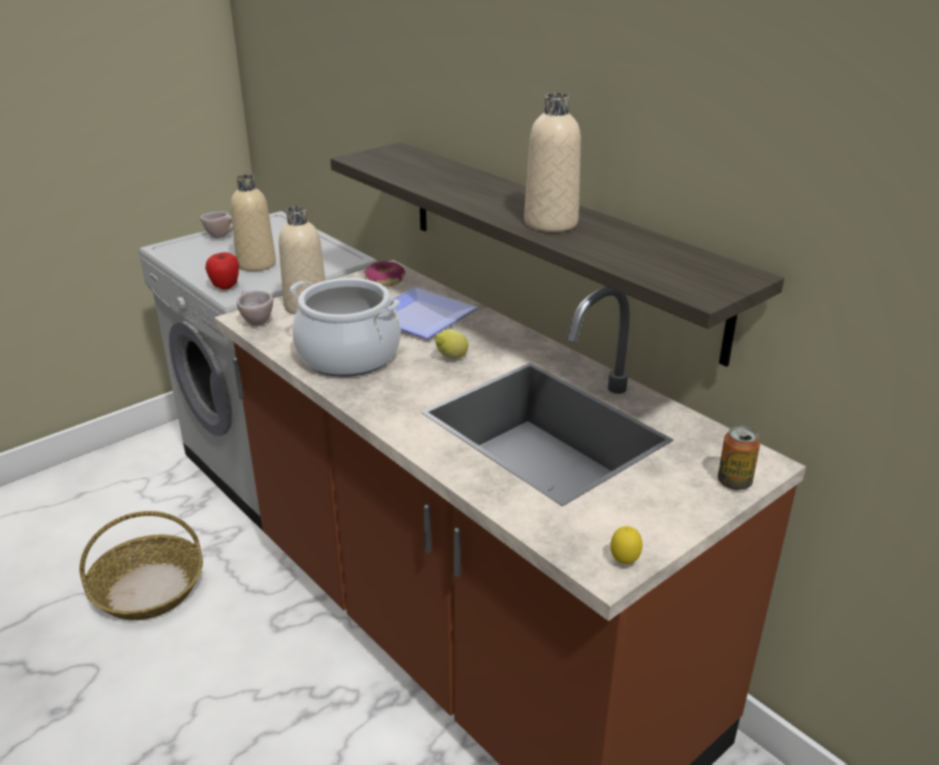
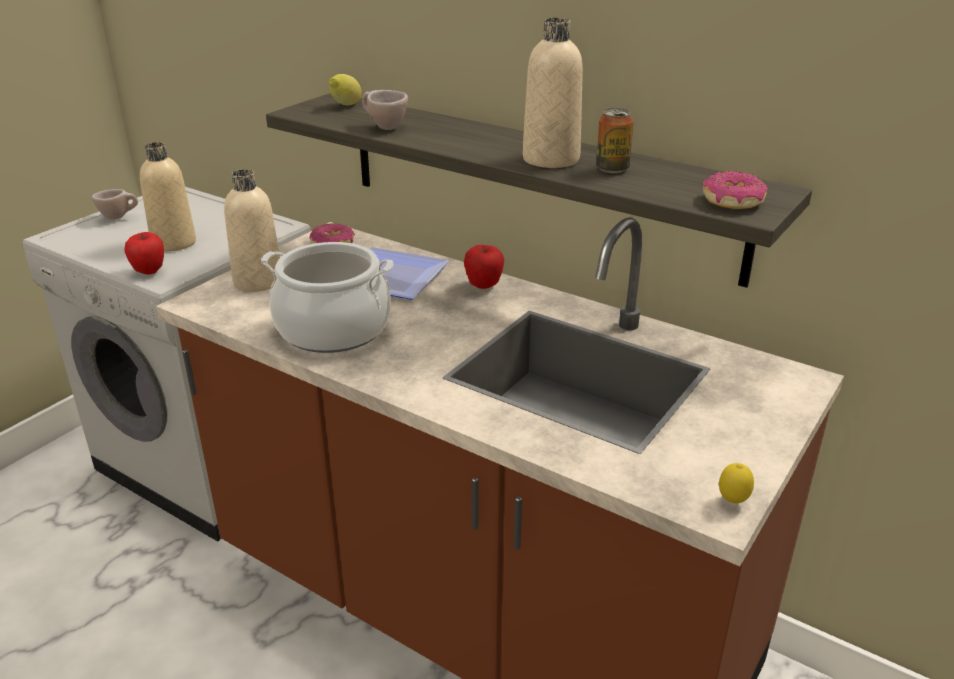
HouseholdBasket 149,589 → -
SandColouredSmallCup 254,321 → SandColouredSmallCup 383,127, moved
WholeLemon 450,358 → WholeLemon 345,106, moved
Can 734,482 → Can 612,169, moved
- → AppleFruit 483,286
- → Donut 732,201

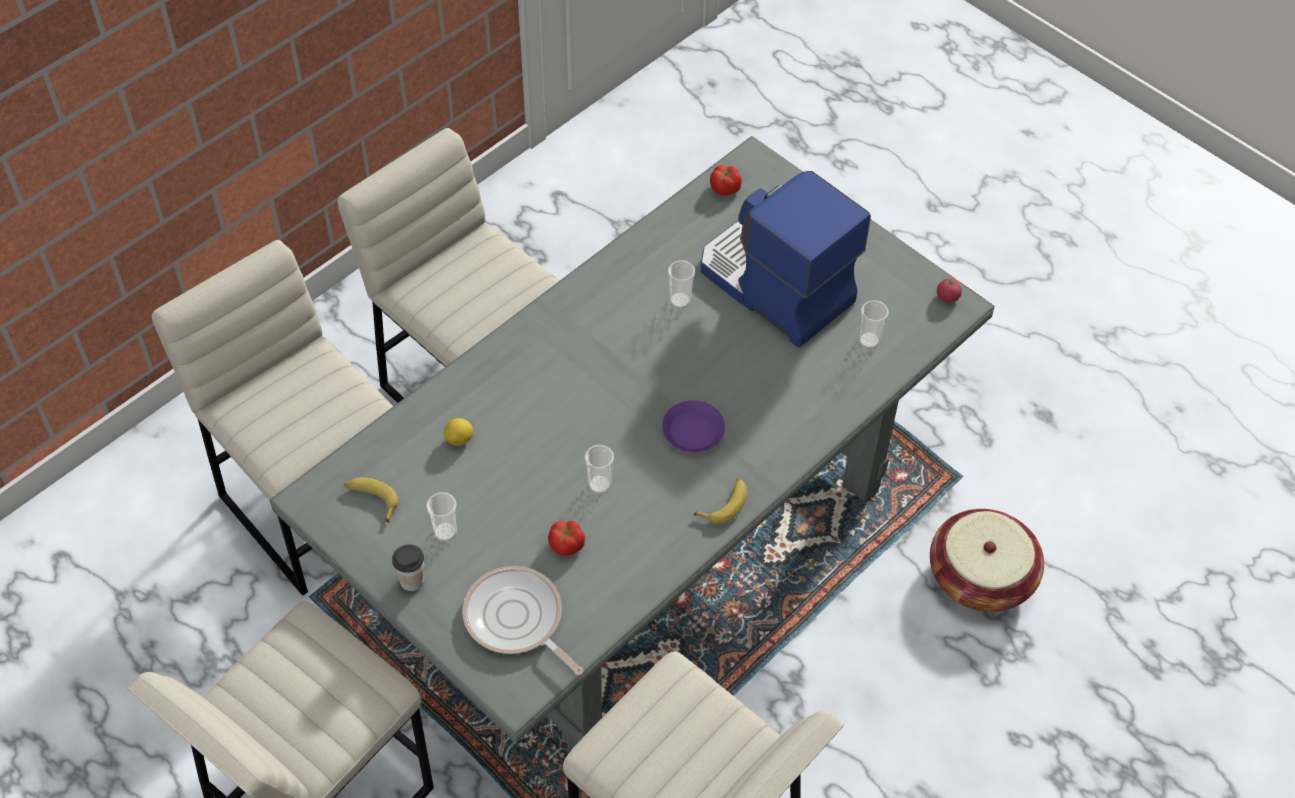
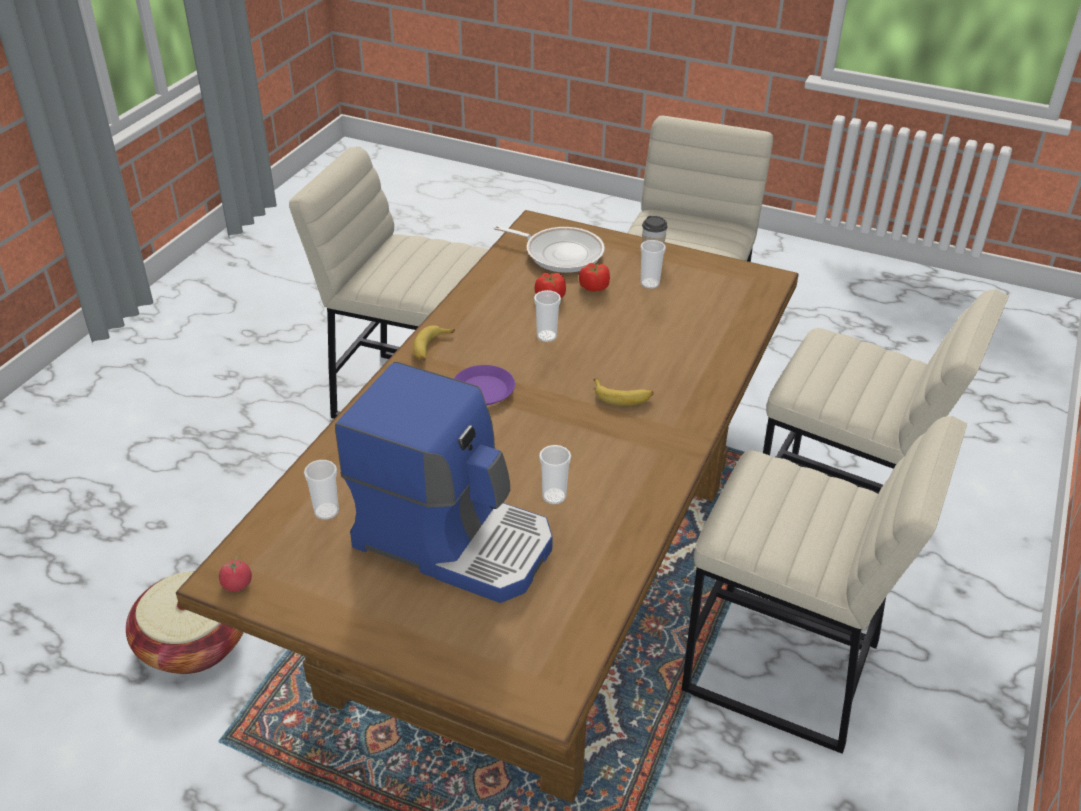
GrayDinnerTable 644,538 → BrownDinnerTable 536,582
Banana 372,499 → Banana 622,396, moved
WholeLemon 459,439 → -
FreshTomato 725,188 → FreshTomato 593,287, moved

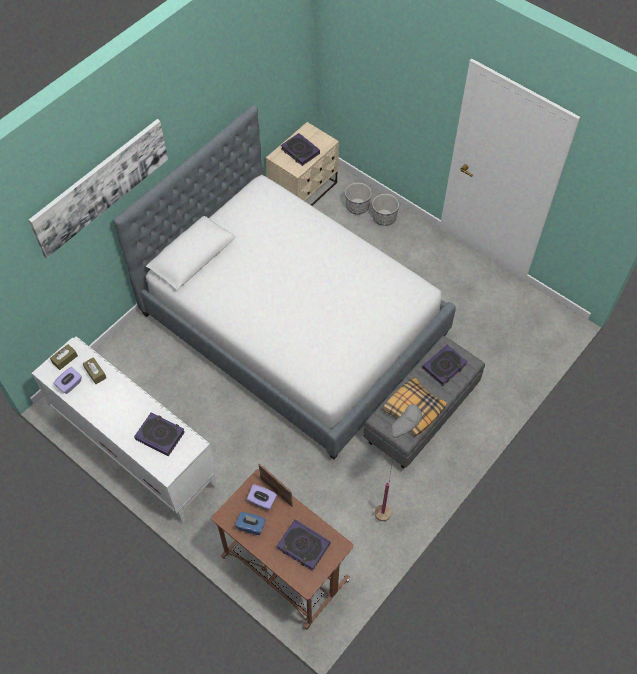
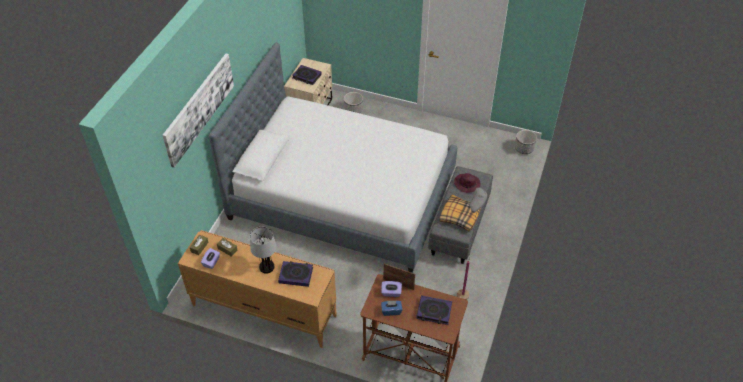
WhitishChestOfDrawers 134,451 → BrownChestOfDrawers 263,311
Planter 384,218 → Planter 523,149, moved
BoundBook 444,367 → PurplishHat 467,184
- → LampForATable 266,267

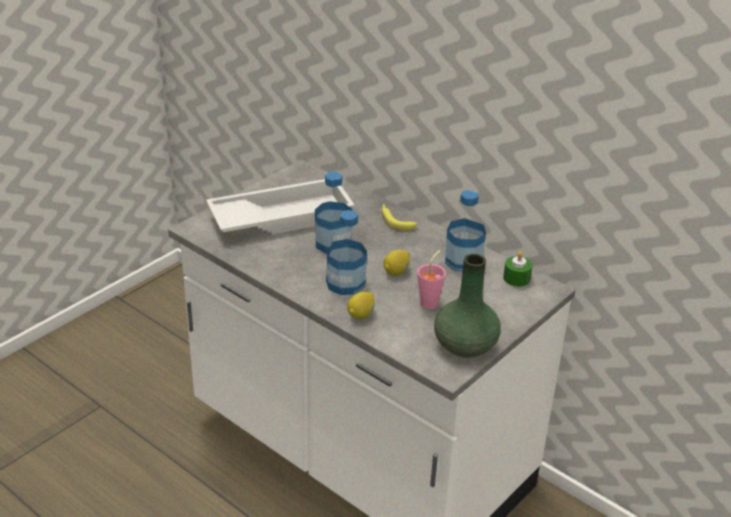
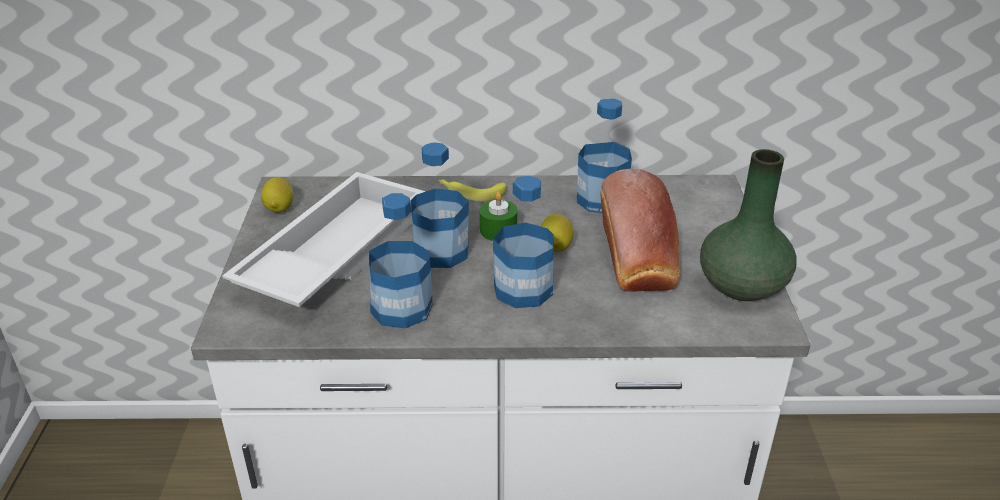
WholeLemon 361,315 → WholeLemon 280,207, moved
PinkishSmallCup 431,301 → BakedBread 638,258
GreenCandle 516,278 → GreenCandle 498,230, moved
- → Bottle 401,308

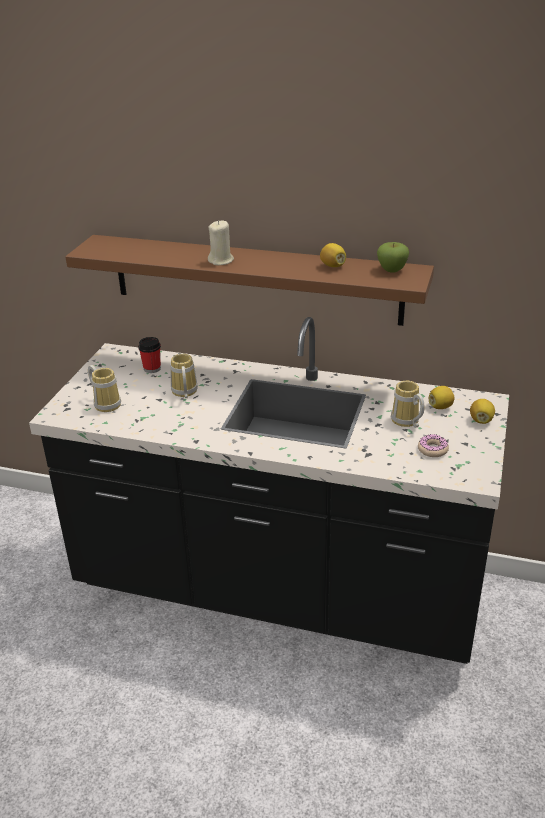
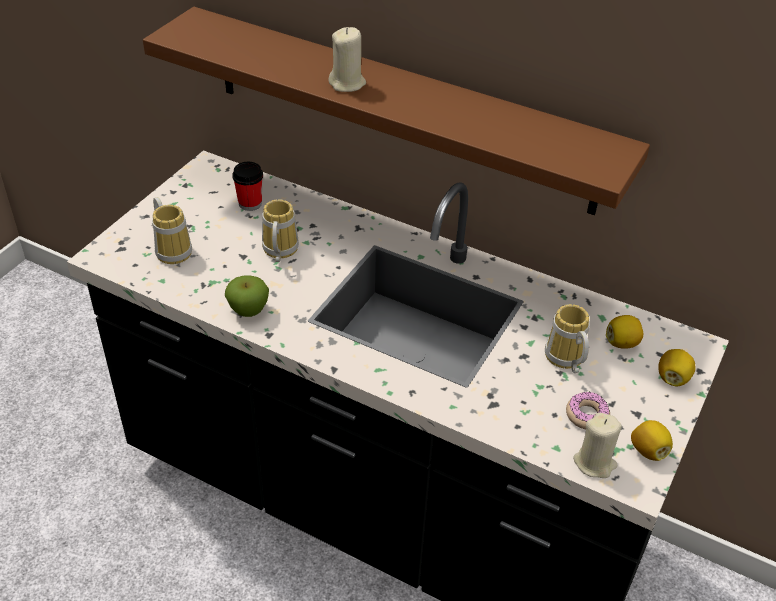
WholeLemon 333,266 → WholeLemon 648,450, moved
AppleFruit 392,270 → AppleFruit 248,310, moved
- → SandColouredCandle 594,463

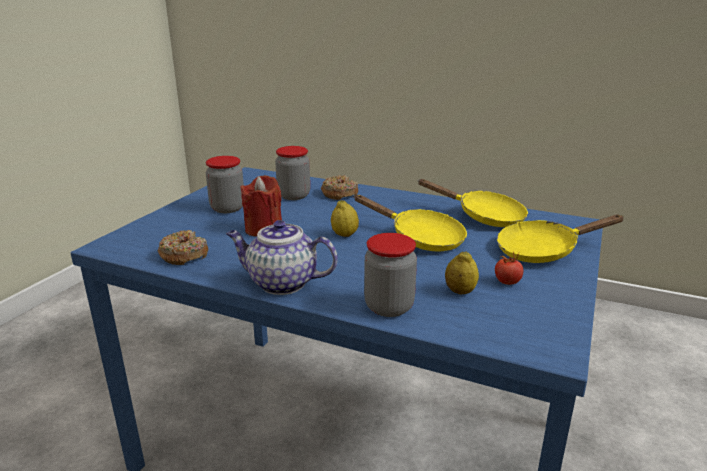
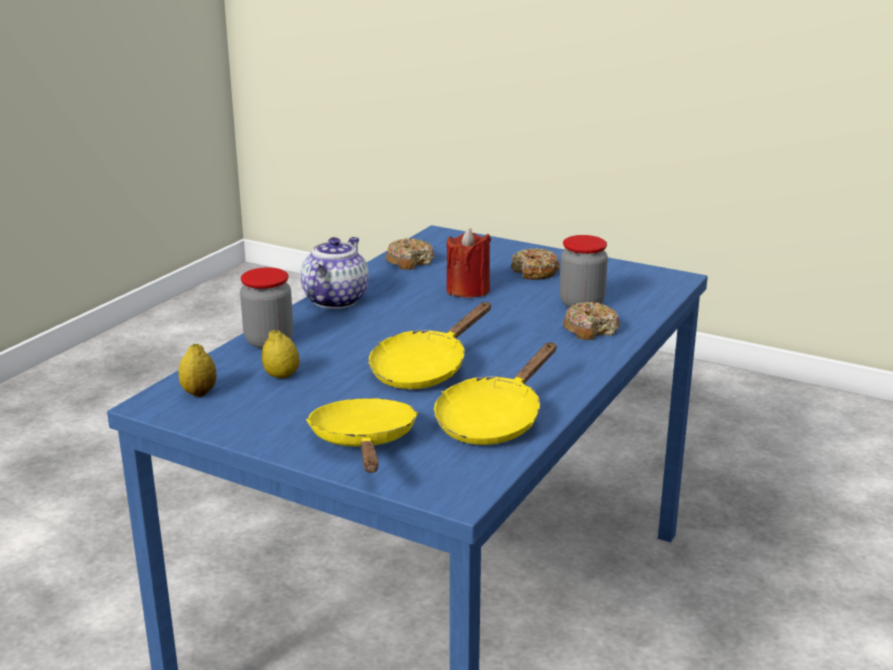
StorageJar 227,208 → Donut 535,272
WholeLemon 344,235 → WholeLemon 199,393, moved
FreshTomato 507,282 → -

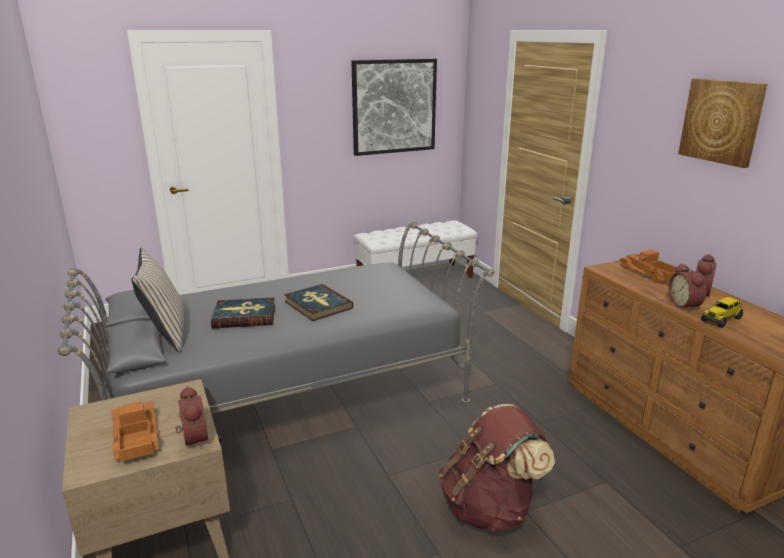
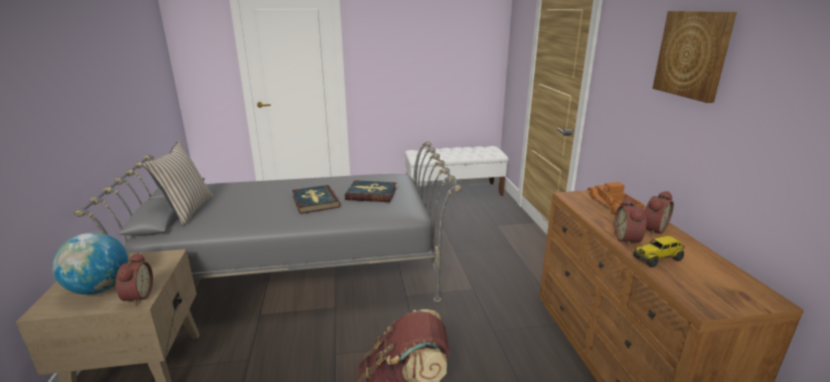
ModelTruck 135,438 → DeskGlobe 99,288
BoundBook 244,316 → BoundBook 371,194, moved
Picture 394,106 → -

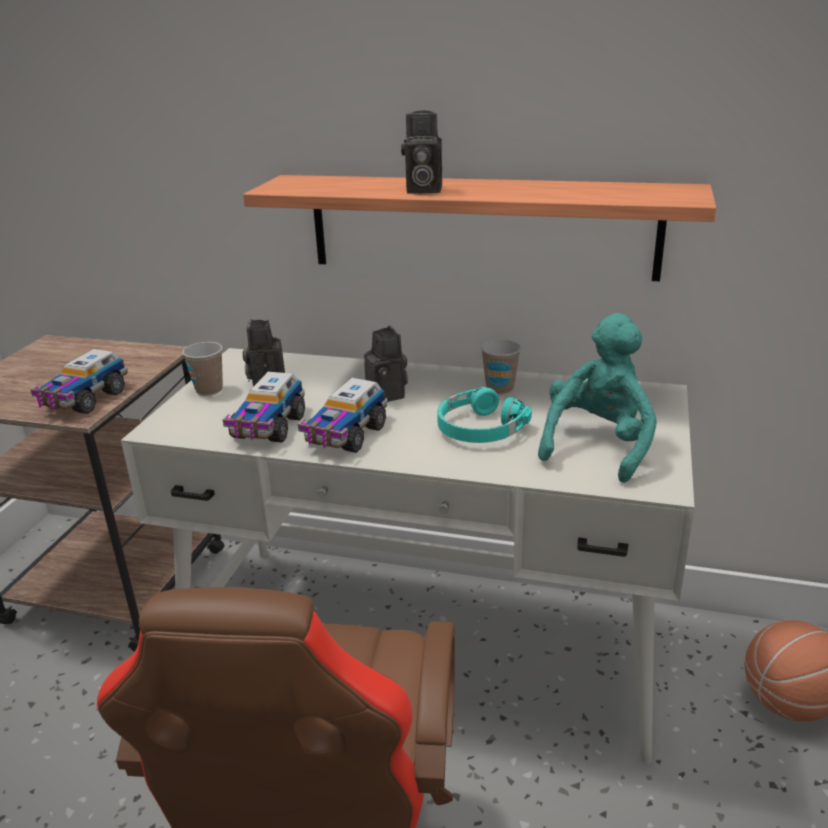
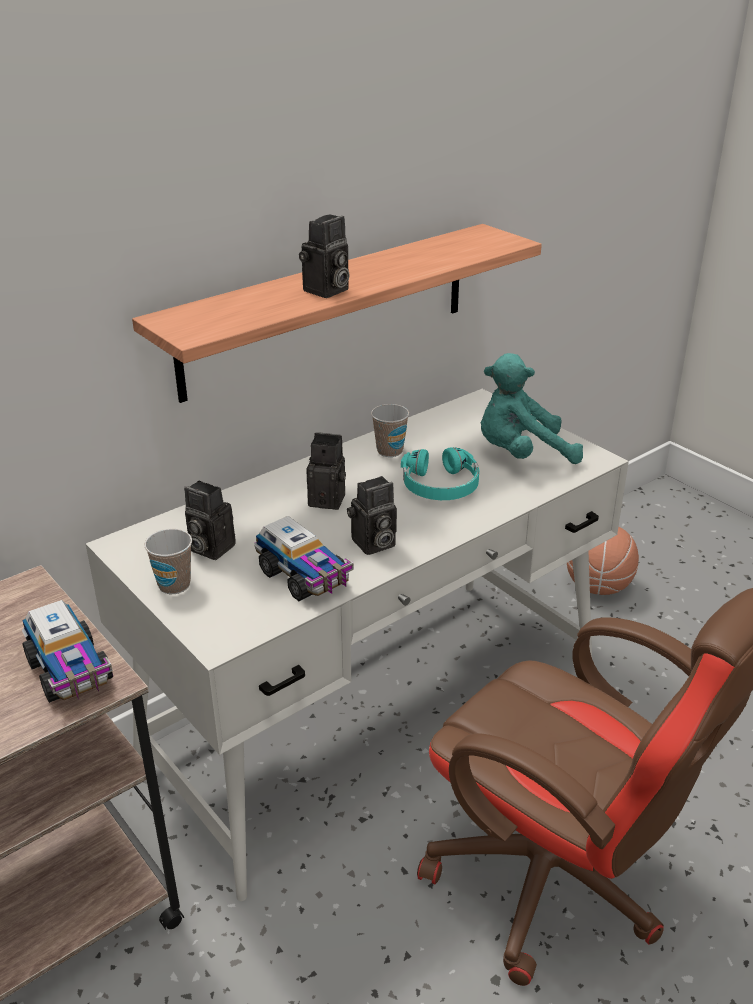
ModelTruck 345,435 → StillCamera 373,544
TurquoiseColouredSoftToy 598,445 → TurquoiseColouredSoftToy 521,454, 75 degrees counterclockwise

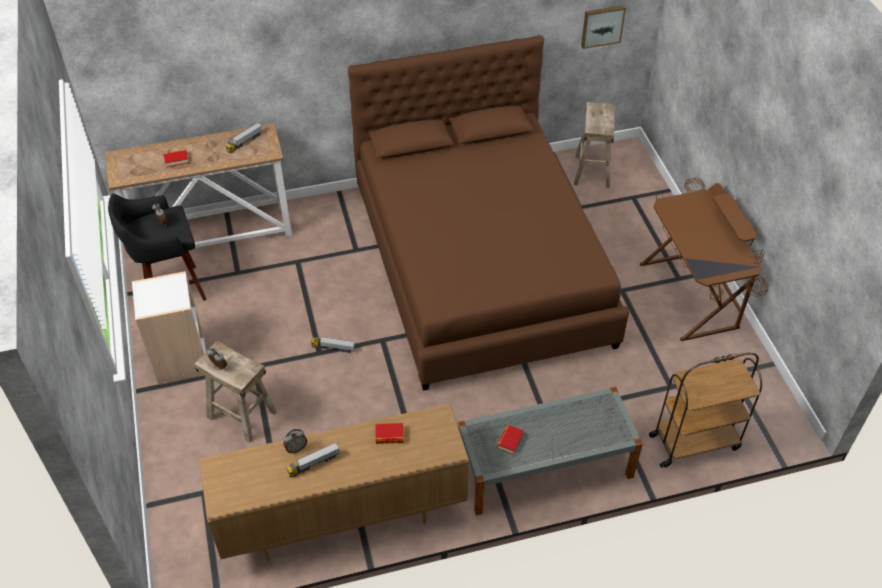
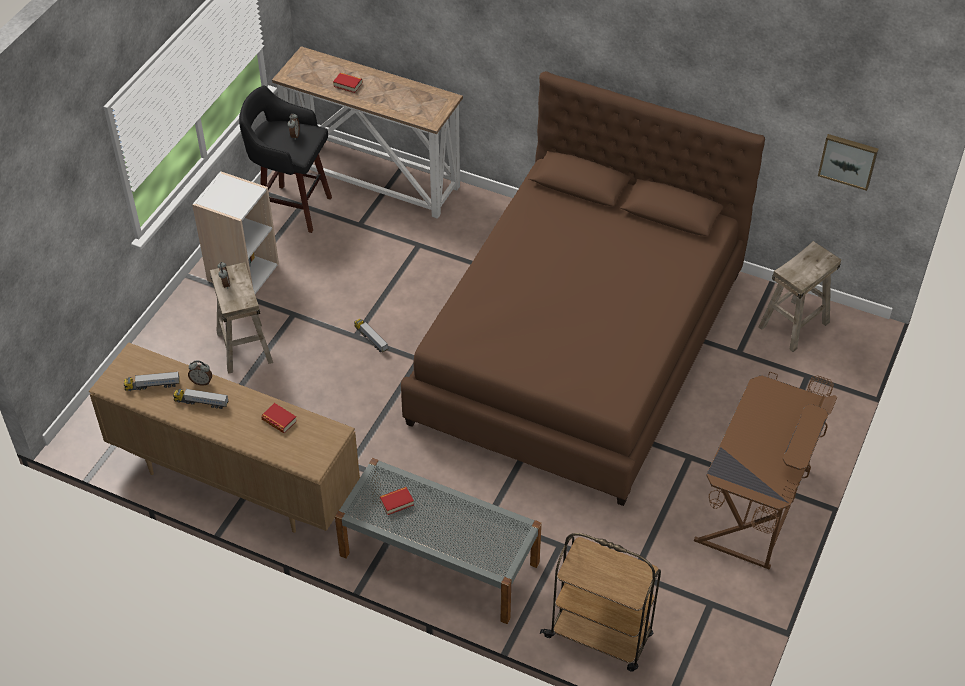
ModelTruck 244,142 → ModelTruck 152,386, moved

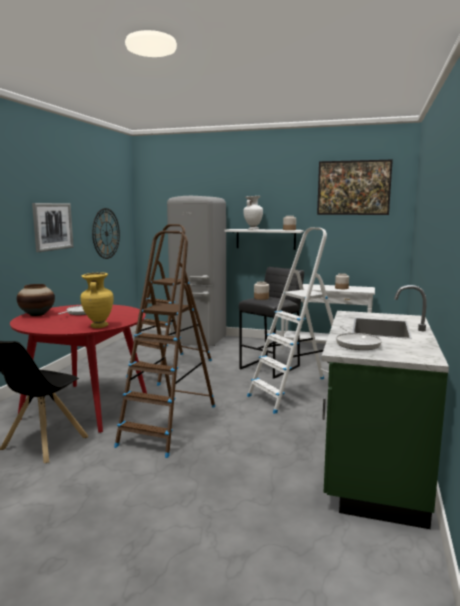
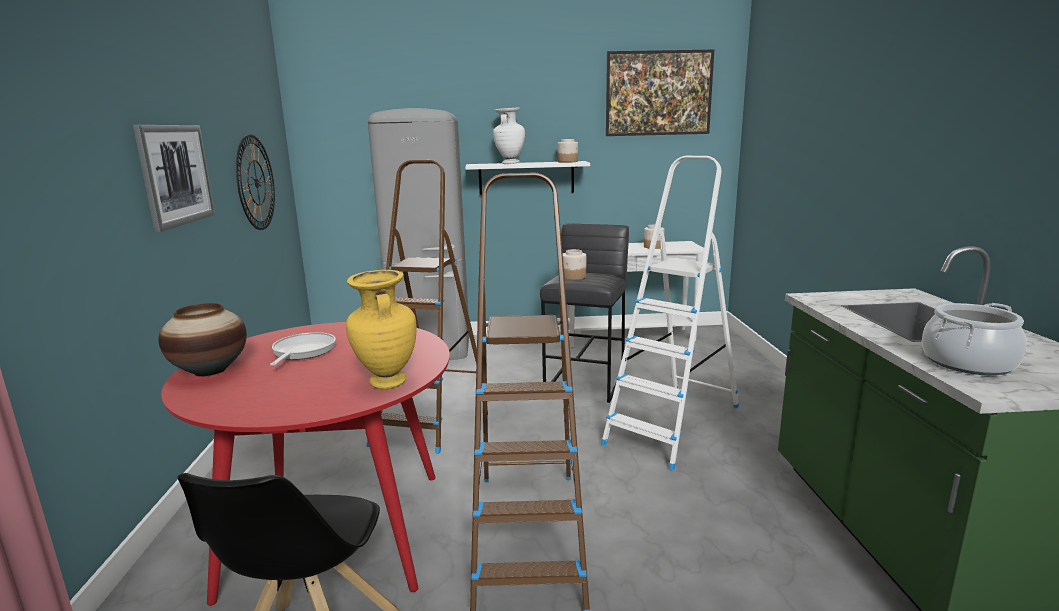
Pan 357,343 → Stockpot 967,362

